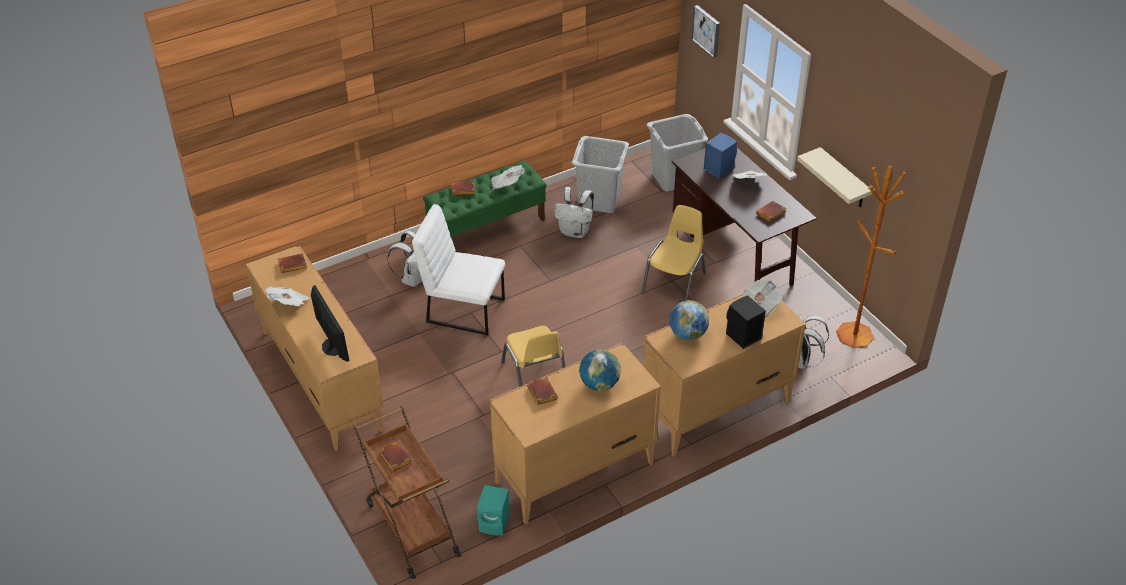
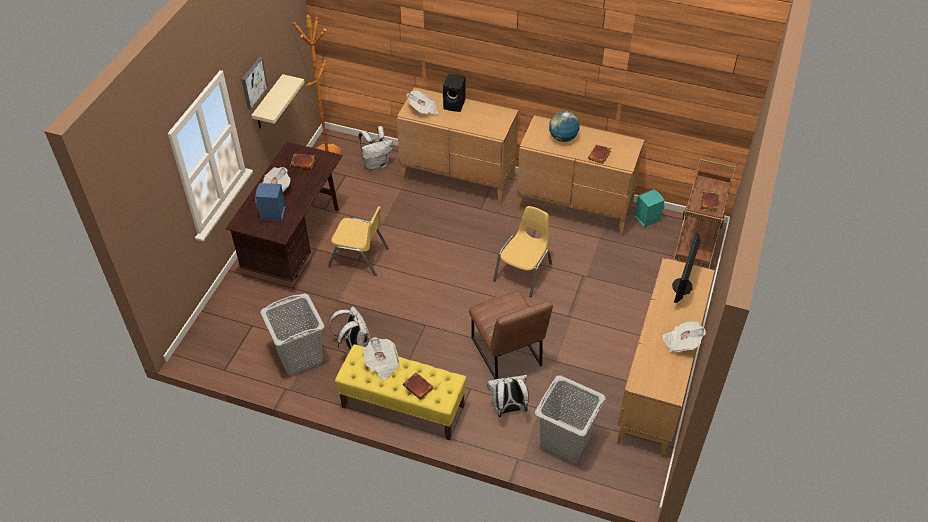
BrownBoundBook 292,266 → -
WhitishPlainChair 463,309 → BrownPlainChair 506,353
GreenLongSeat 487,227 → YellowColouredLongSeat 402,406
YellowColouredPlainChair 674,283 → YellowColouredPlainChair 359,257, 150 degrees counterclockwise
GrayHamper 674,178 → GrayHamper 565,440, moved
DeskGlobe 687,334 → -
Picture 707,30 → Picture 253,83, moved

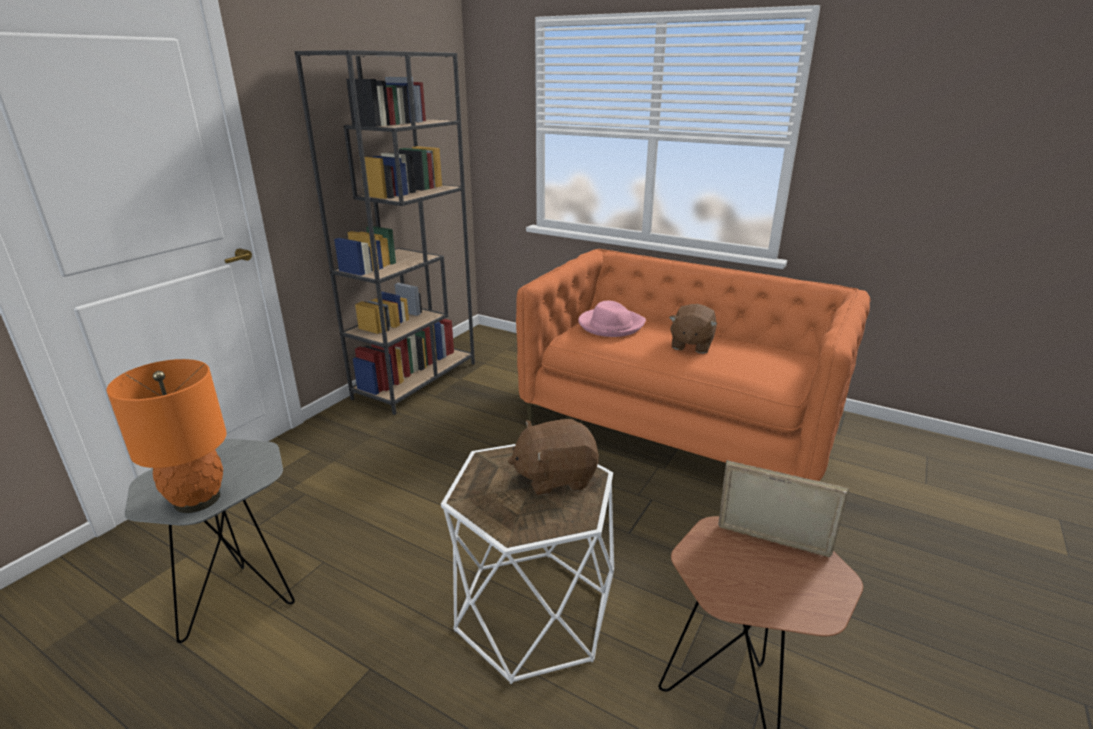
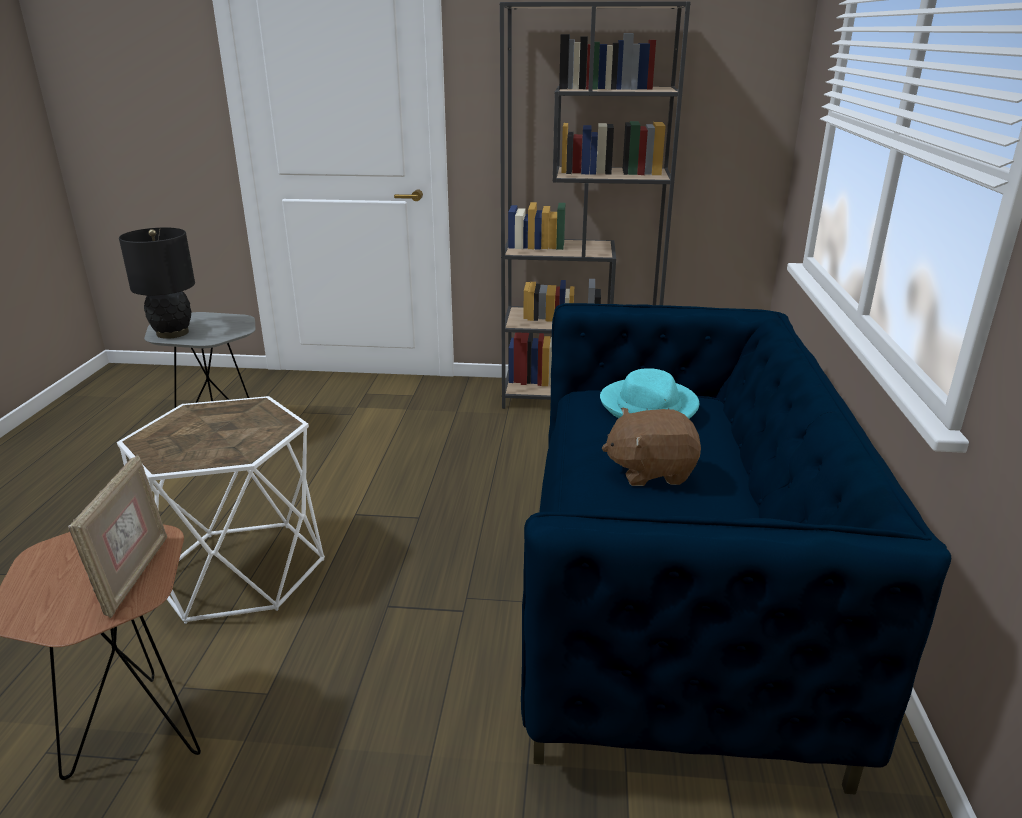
OrangeColouredLampForATable 197,499 → BlackColouredLampForATable 172,333
BrownSoftToy 555,477 → -
OrangeColouredSofa 677,423 → BlueSofa 669,599
PinkishHat 610,325 → TurquoiseColouredHat 649,406

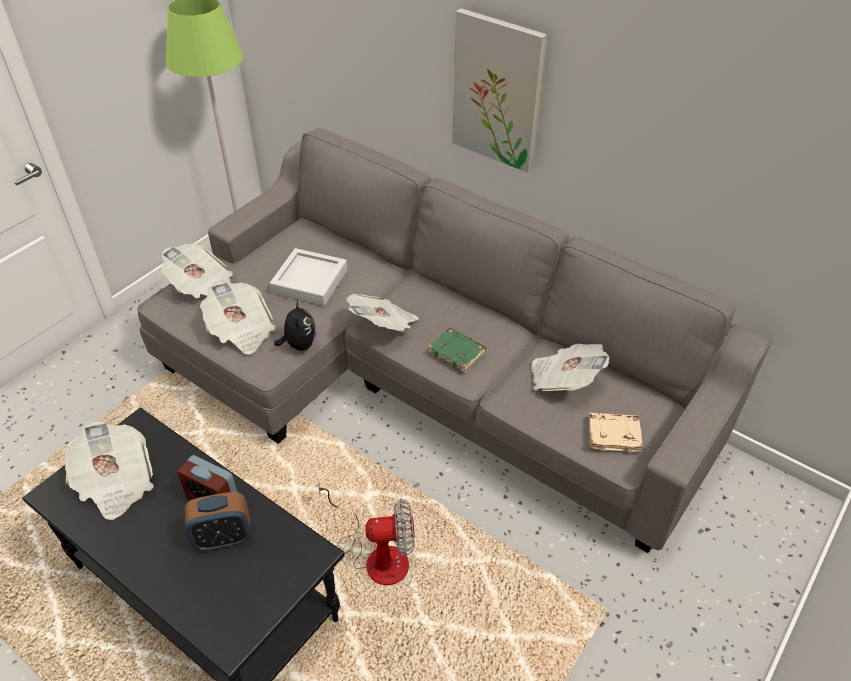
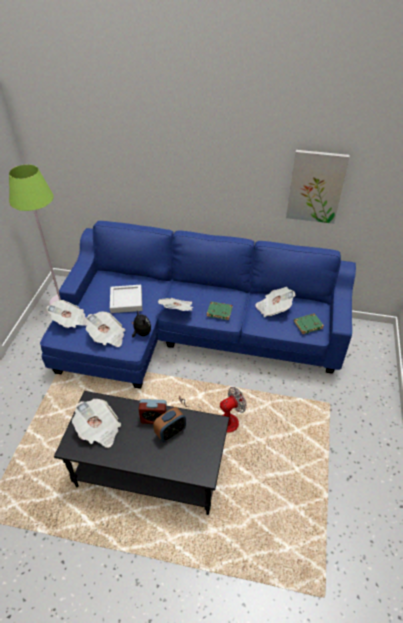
GraySofa 418,379 → BlueSofa 189,334
Picture 498,91 → Picture 316,187, moved
SandColouredBoundBook 614,434 → GreenBoundBook 308,324

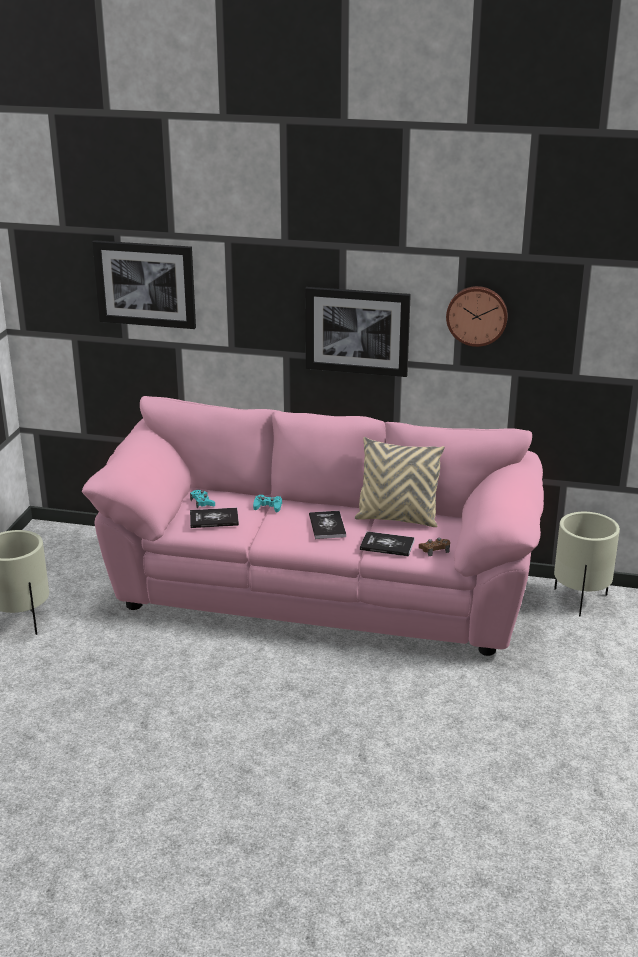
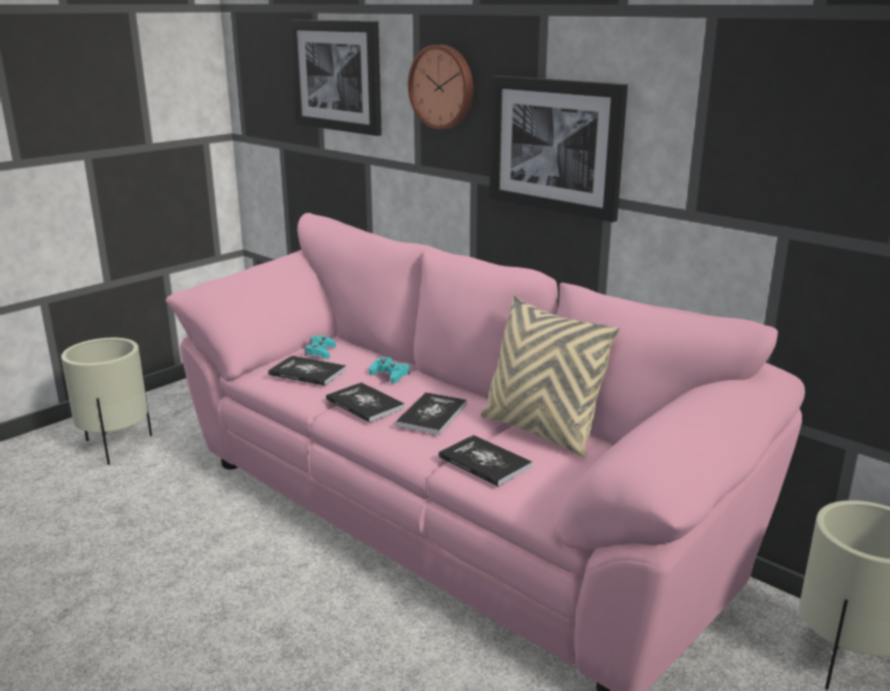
BrownGameController 434,550 → -
ClockOnTheWall 477,315 → ClockOnTheWall 443,87, moved
- → BoundBook 365,404

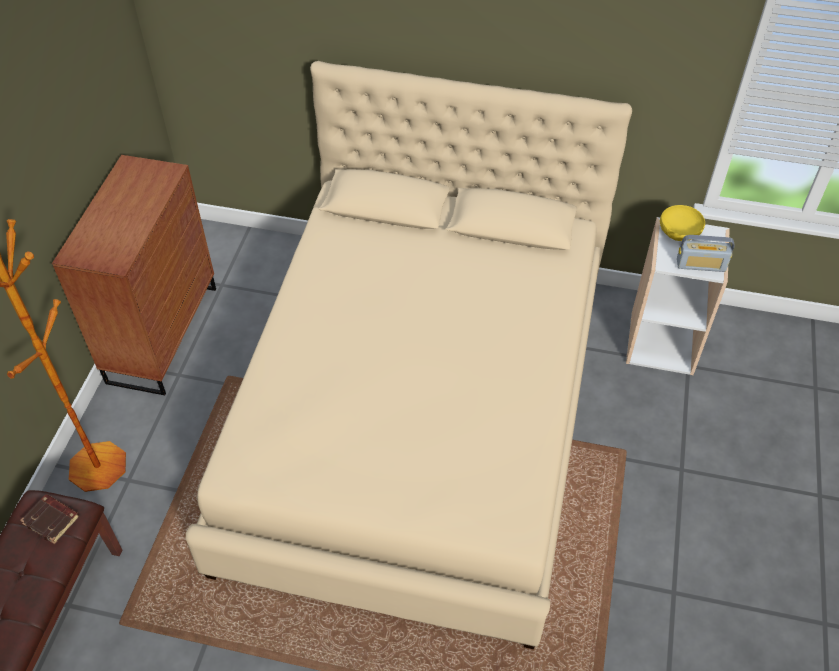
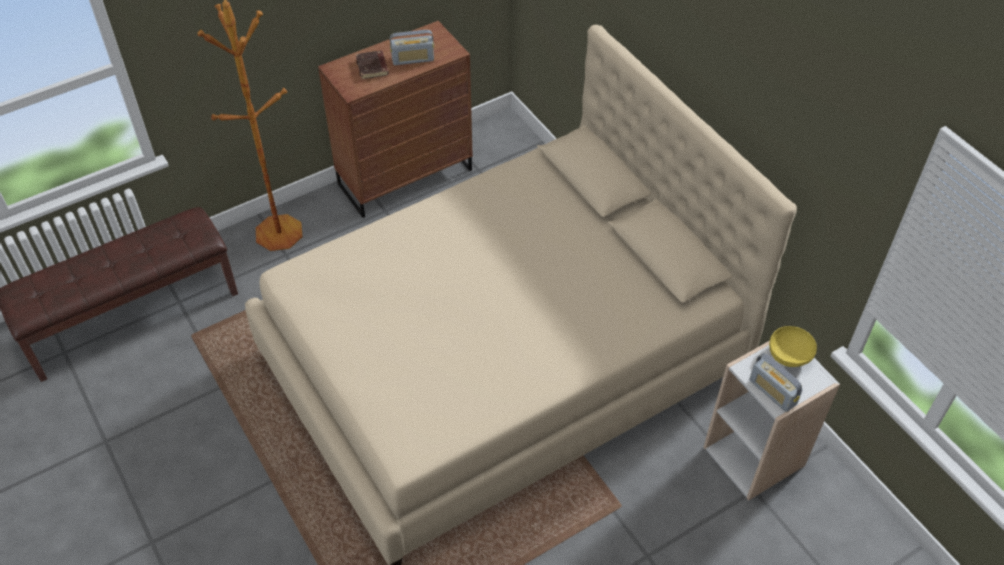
BrownBoundBook 52,520 → BrownBoundBook 373,67, moved
- → RadioSet 413,59

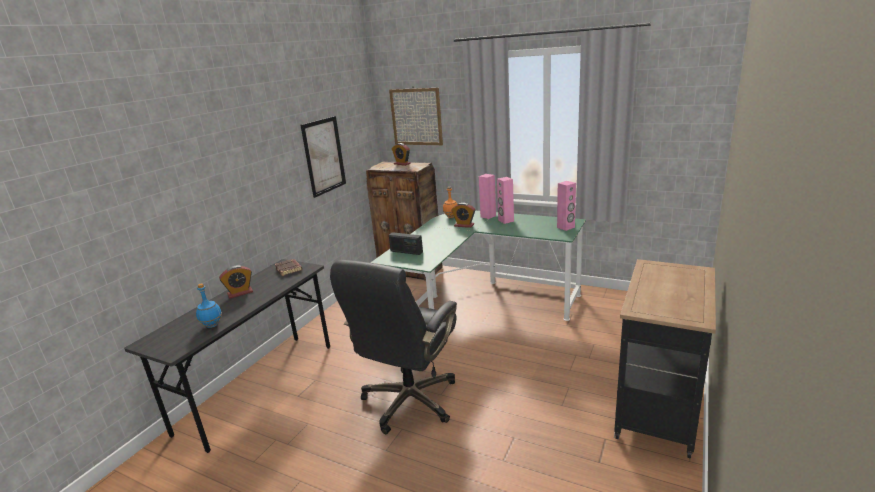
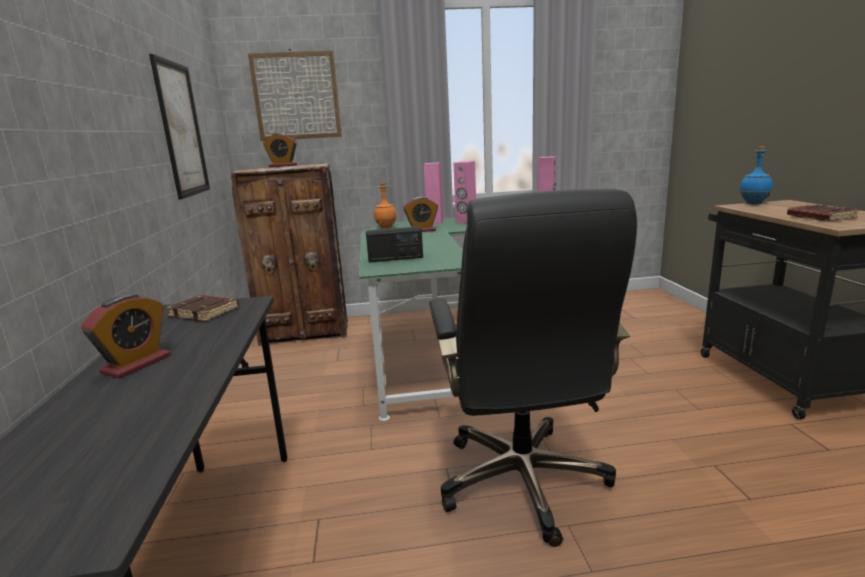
BlueBottle 212,325 → BlueBottle 753,203, moved
- → BrownBoundBook 819,217

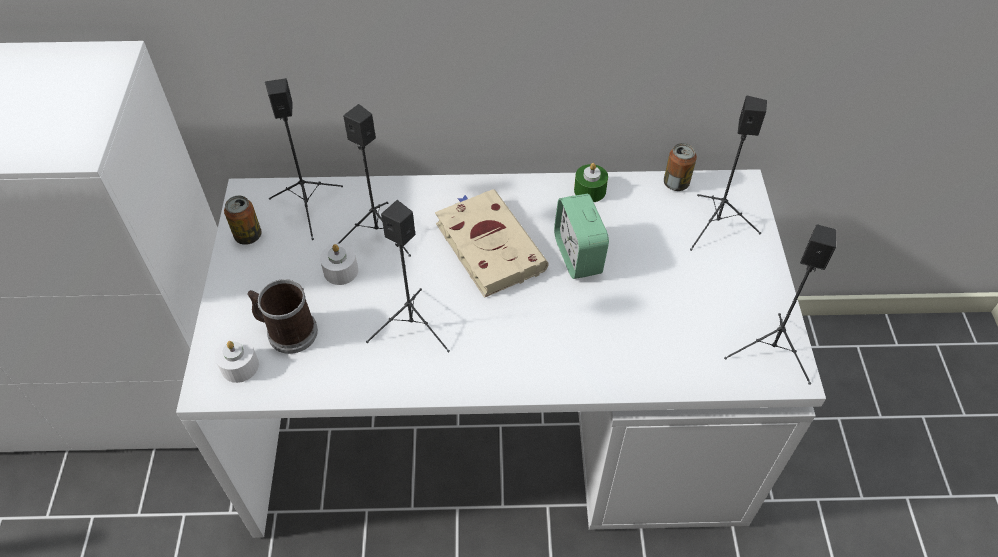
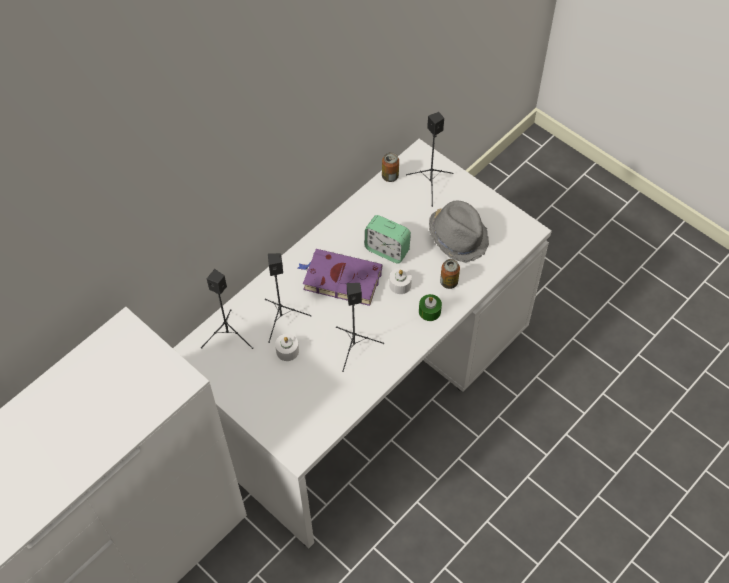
WhitishCandle 240,366 → WhitishCandle 400,284, moved
Can 248,236 → Can 449,282, moved
CoffeeMug 287,331 → -
SandColouredBoundBook 487,245 → PurplishBoundBook 340,279
GreenCandle 590,190 → GreenCandle 429,311, moved
BlackColouredAudioSpeaker 772,352 → -
- → GrayHat 458,237

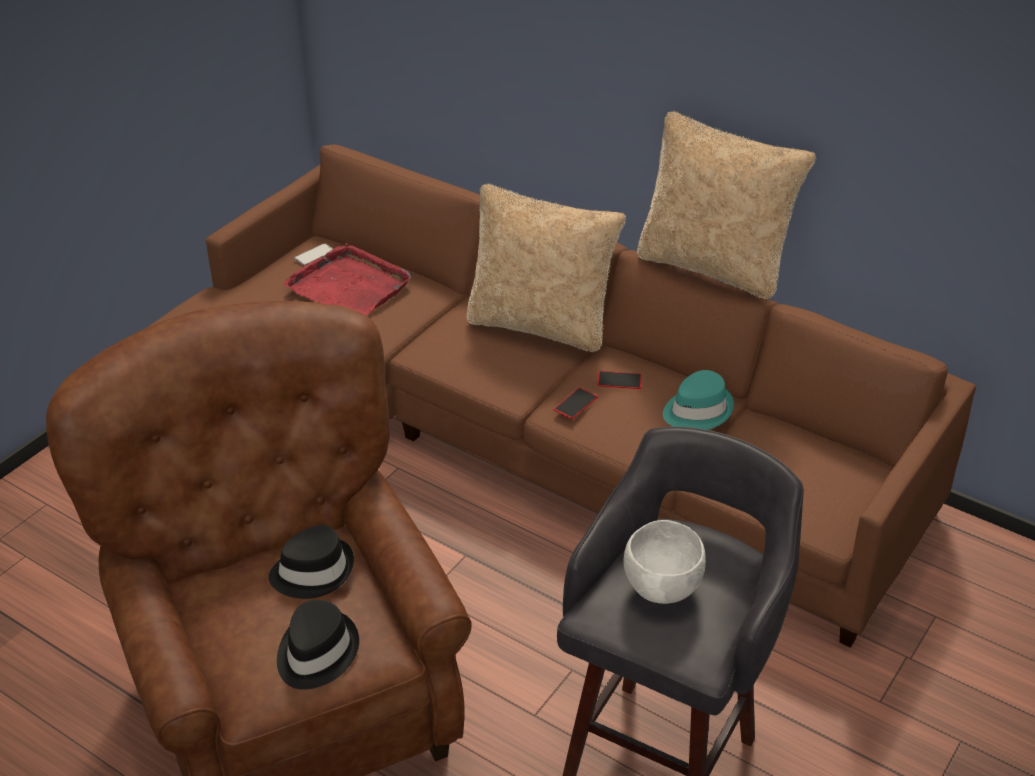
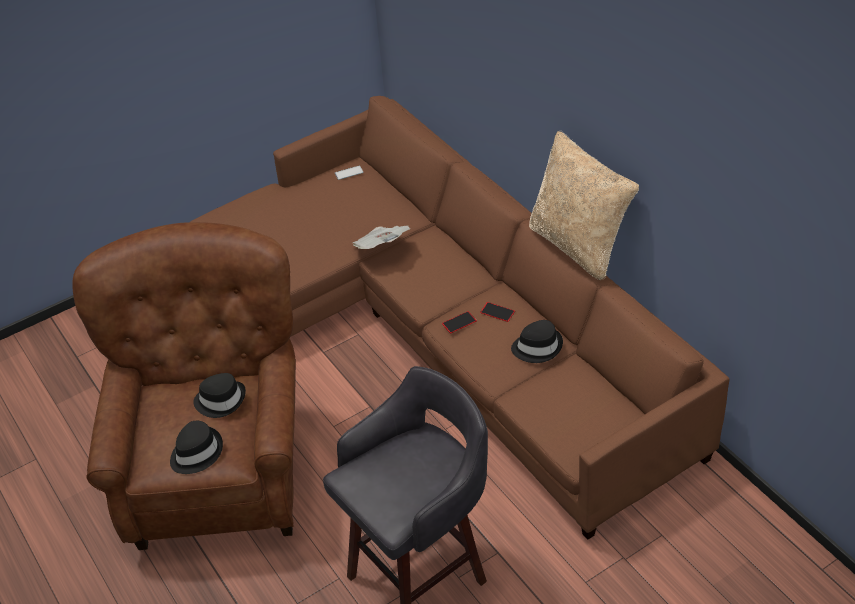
RedColouredTray 350,285 → -
SandColouredThrowPillow 540,329 → -
WhitishServingBowl 661,588 → -
TurquoiseColouredHat 697,410 → BlackColouredHat 537,347
- → DailyPaper 382,248

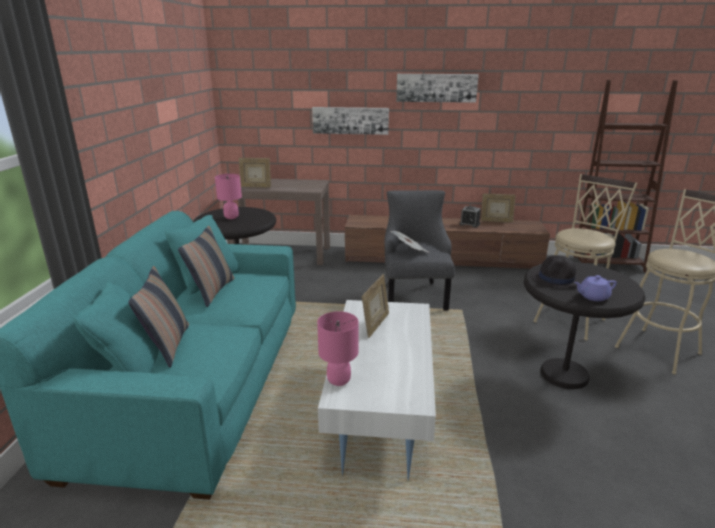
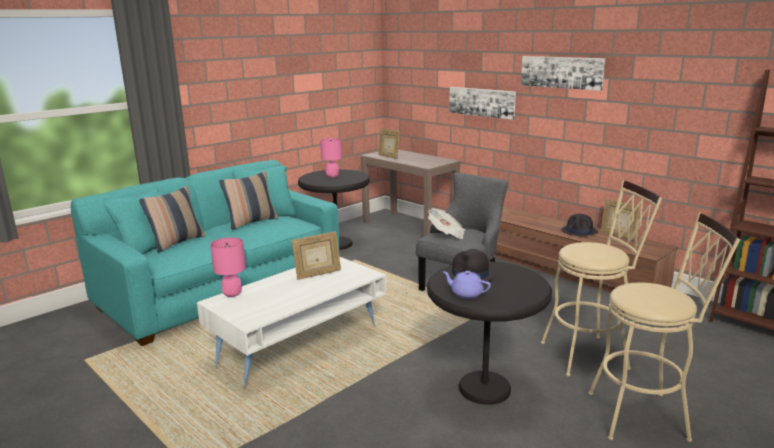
AlarmClock 469,224 → BlackColouredHat 579,231

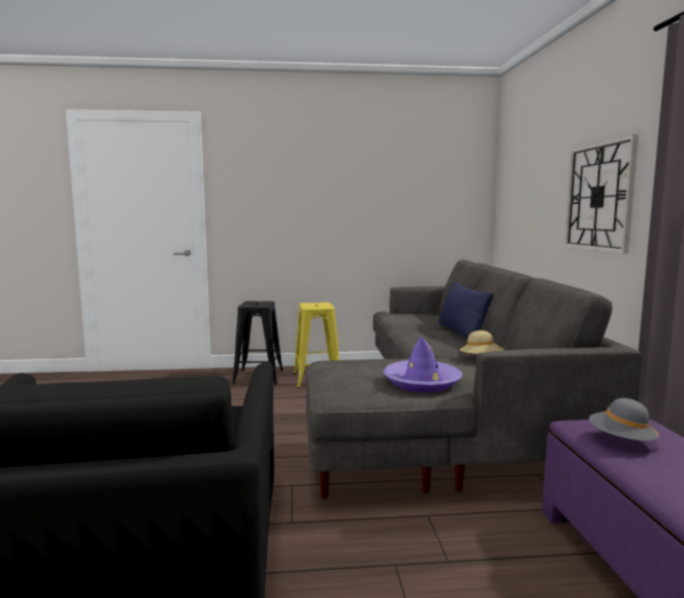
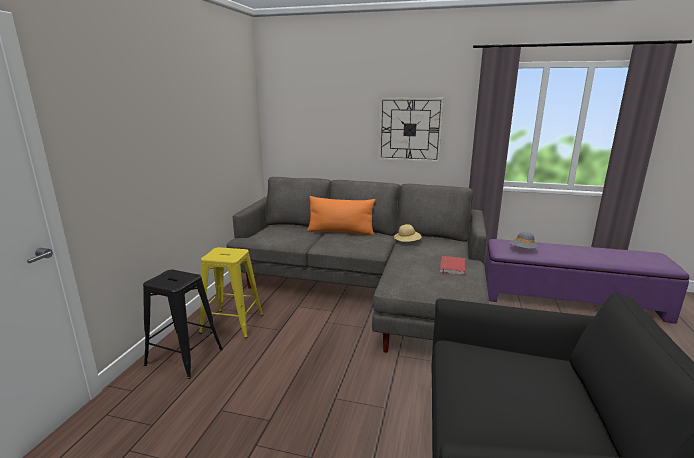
PurplishHat 421,383 → RedColouredBoundBook 451,266
BlueThrowPillow 461,333 → OrangeColouredThrowPillow 341,232

